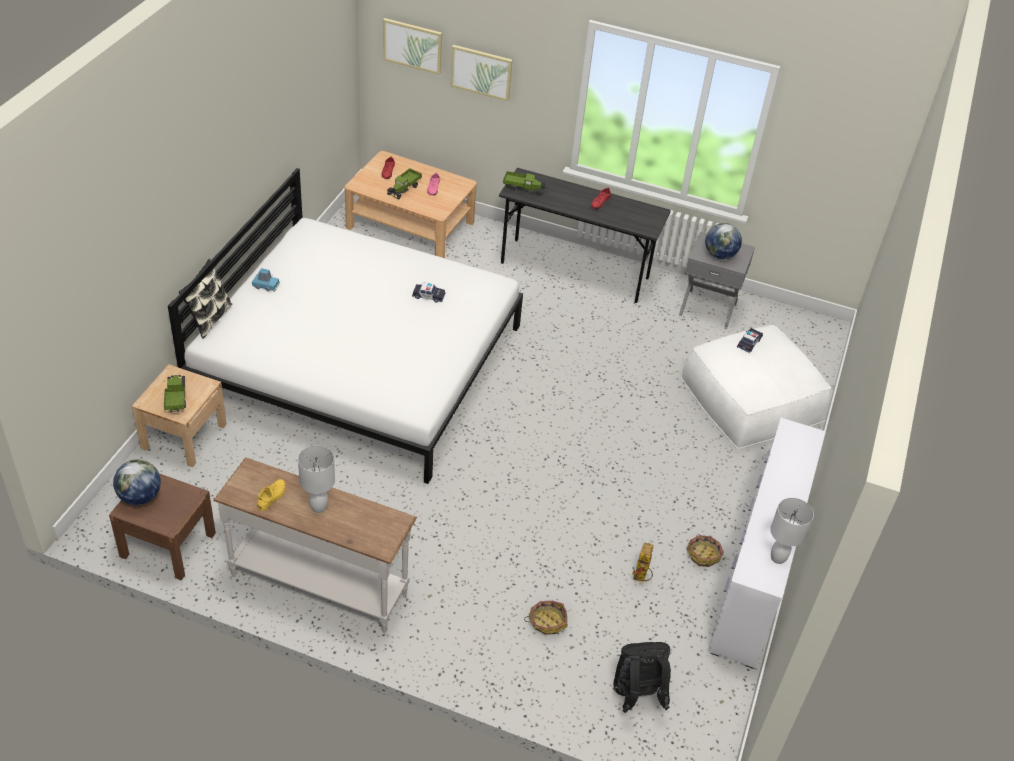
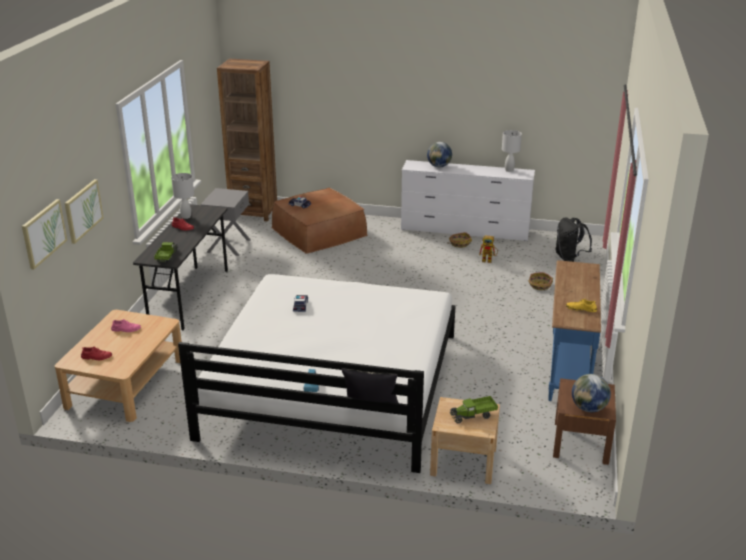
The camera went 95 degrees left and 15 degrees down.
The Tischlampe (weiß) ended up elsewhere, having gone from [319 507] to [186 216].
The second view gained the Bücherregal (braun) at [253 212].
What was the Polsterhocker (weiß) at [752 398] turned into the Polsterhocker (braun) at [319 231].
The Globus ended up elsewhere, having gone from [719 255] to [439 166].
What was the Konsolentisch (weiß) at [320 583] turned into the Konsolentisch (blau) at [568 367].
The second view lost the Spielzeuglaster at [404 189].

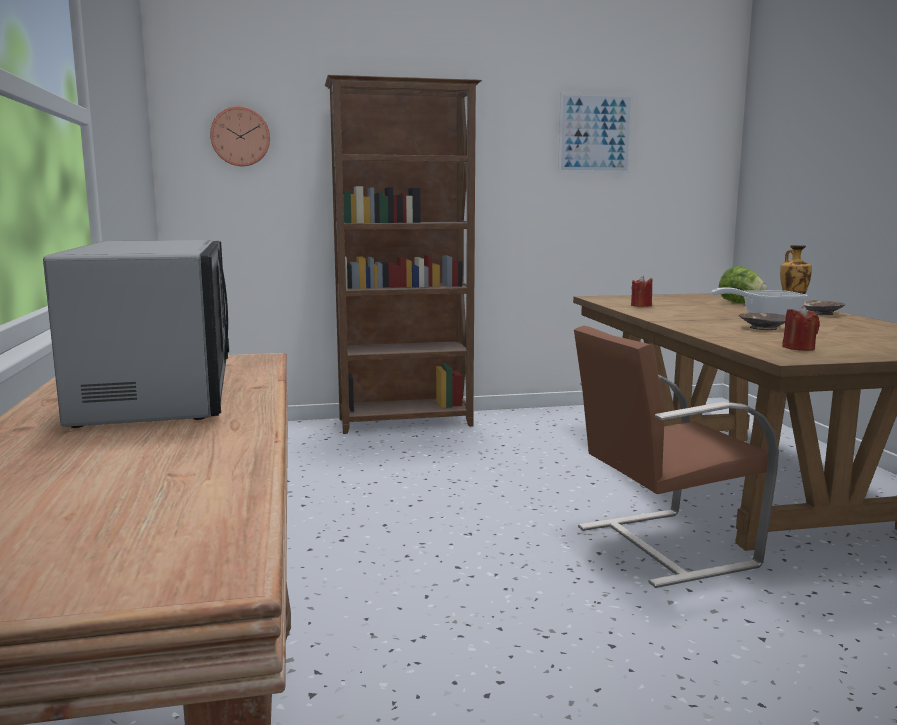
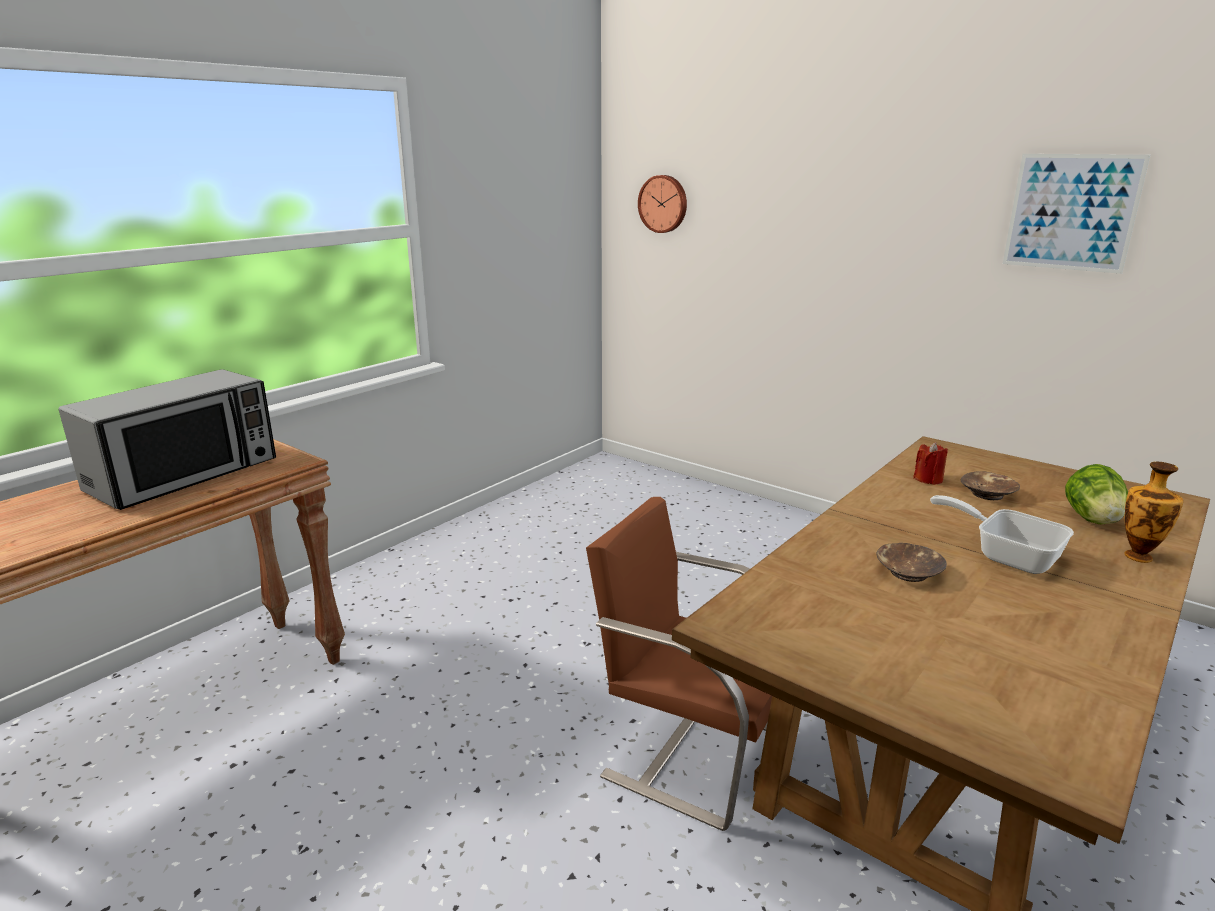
The camera went 50 degrees right and 10 degrees up.
The Schüssel (braun) ended up elsewhere, having gone from [821 313] to [988 494].
The second view lost the Bücherregal (braun) at [406 423].
The second view lost the Kerze (rot) at [799 348].

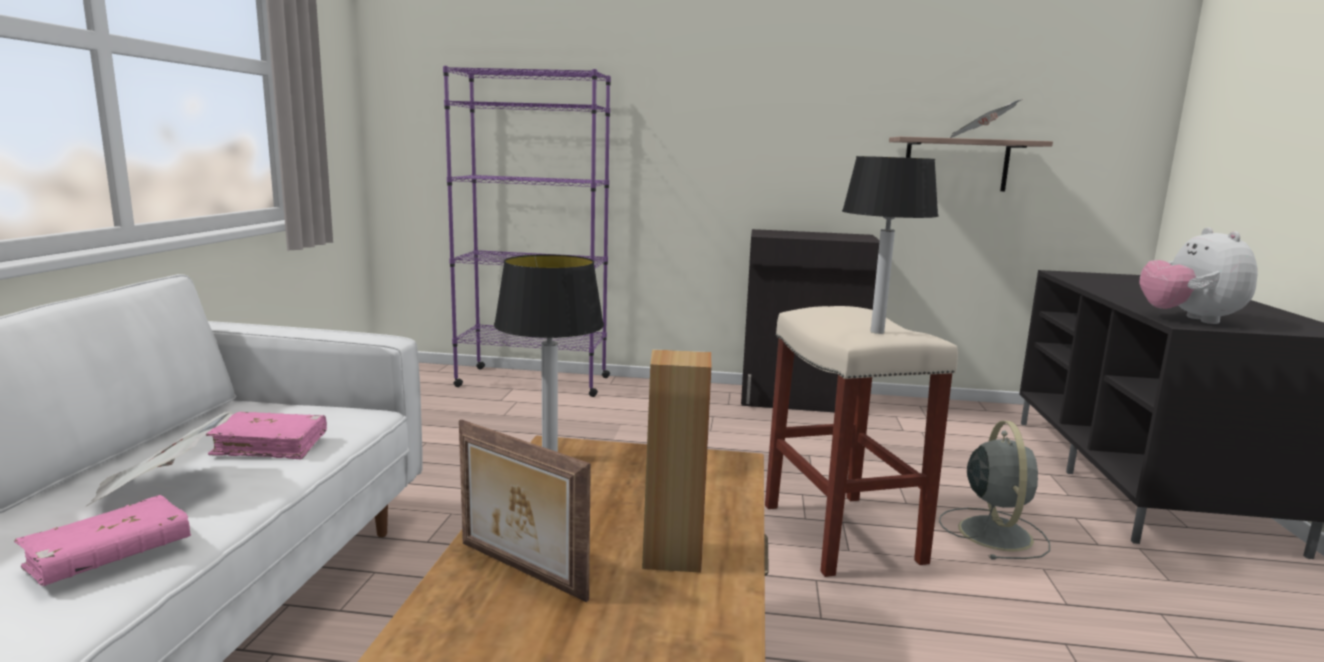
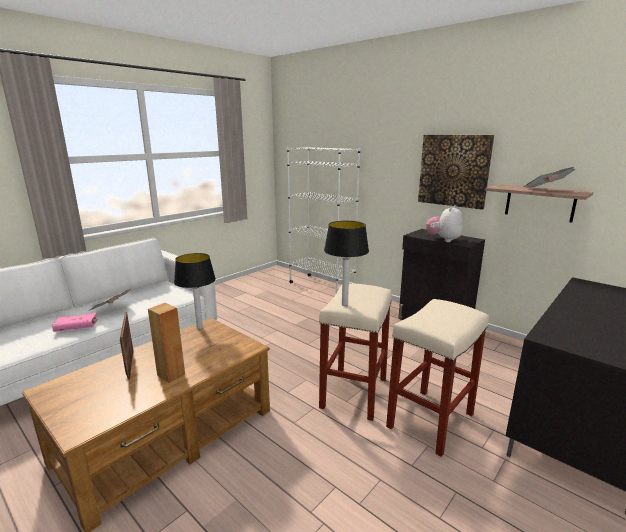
The camera went 35 degrees right and 5 degrees up.
What was the Bücherregal (lila) at [532 381] turned into the Bücherregal (weiß) at [321 286].
Where the Ventilator (grau) stood at [994 532], the Hocker (beige) came to stand at [430 419].
The second view gained the Bild at [453 170].
The Plüschtier ended up elsewhere, having gone from [1189 319] to [443 240].
The second view lost the Buch (rosa) at [271 446].

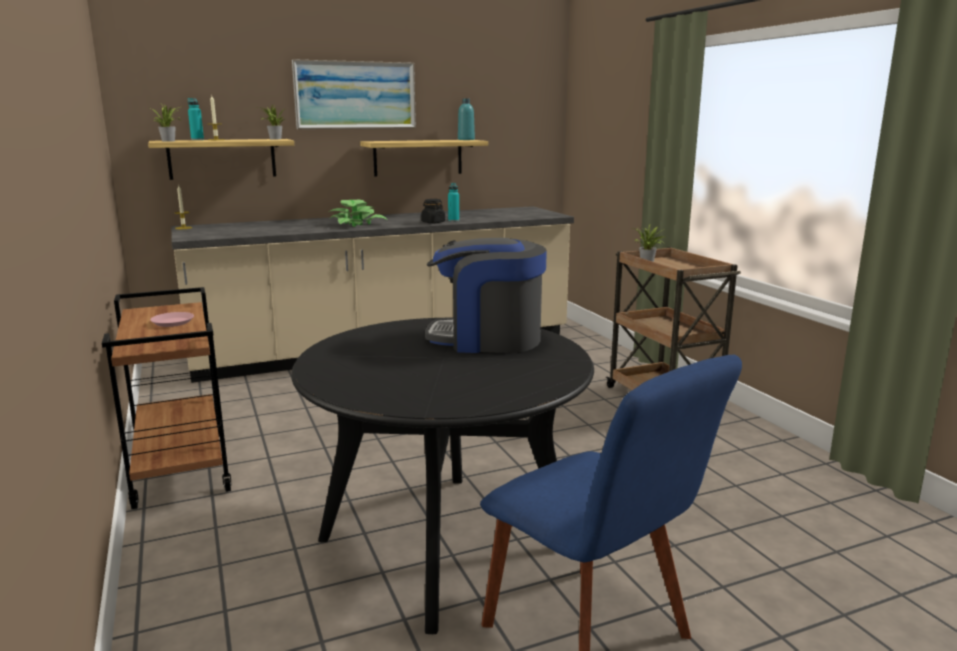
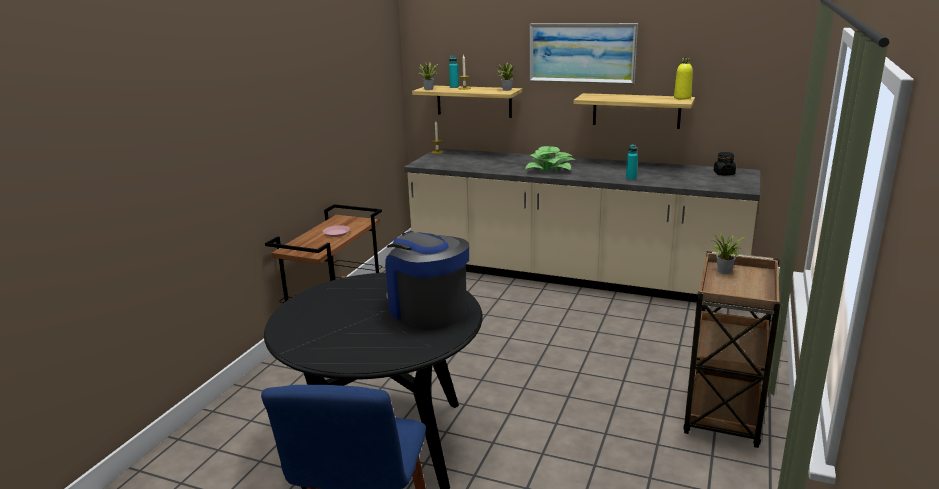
The camera went 45 degrees right and 5 degrees up.
What was the Flasche (türkis) at [466 139] turned into the Flasche (gelb) at [682 98].
The Vorratsglas (schwarz) ended up elsewhere, having gone from [433 222] to [724 173].

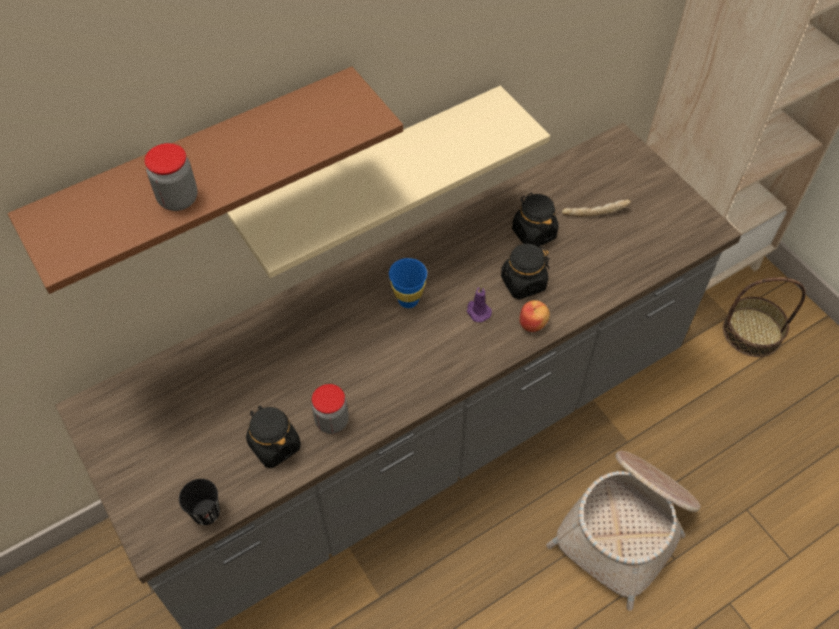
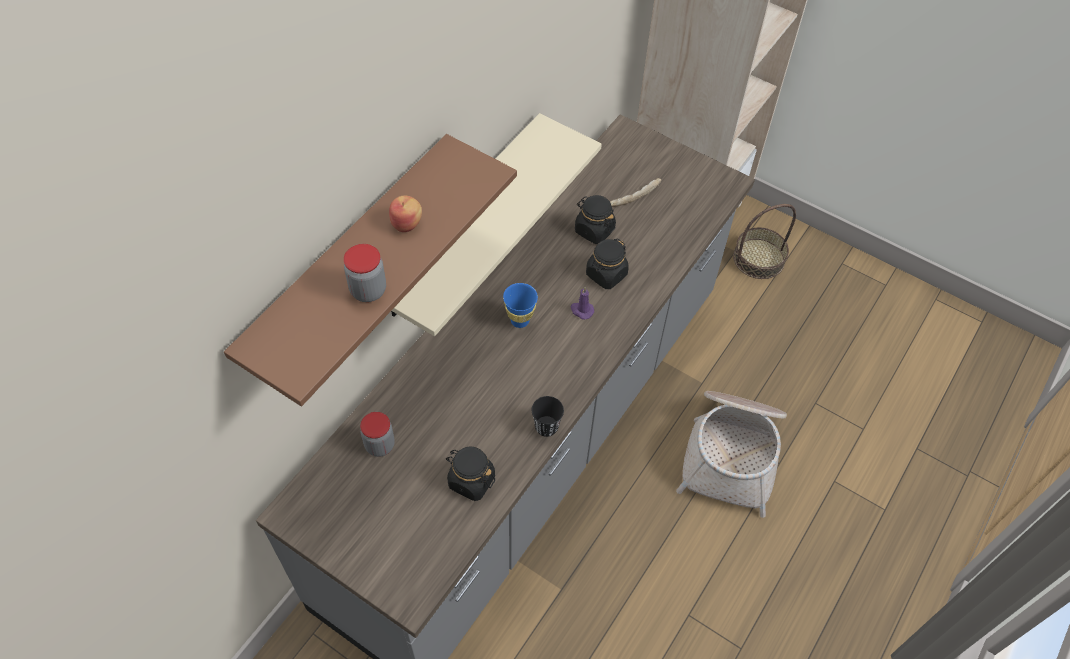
The camera went 25 degrees left and 0 degrees up.
The Vorratsglas ended up elsewhere, having gone from [332 421] to [380 445].
The Apfel ended up elsewhere, having gone from [533 323] to [407 223].
The Tasse (schwarz) ended up elsewhere, having gone from [206 513] to [546 427].

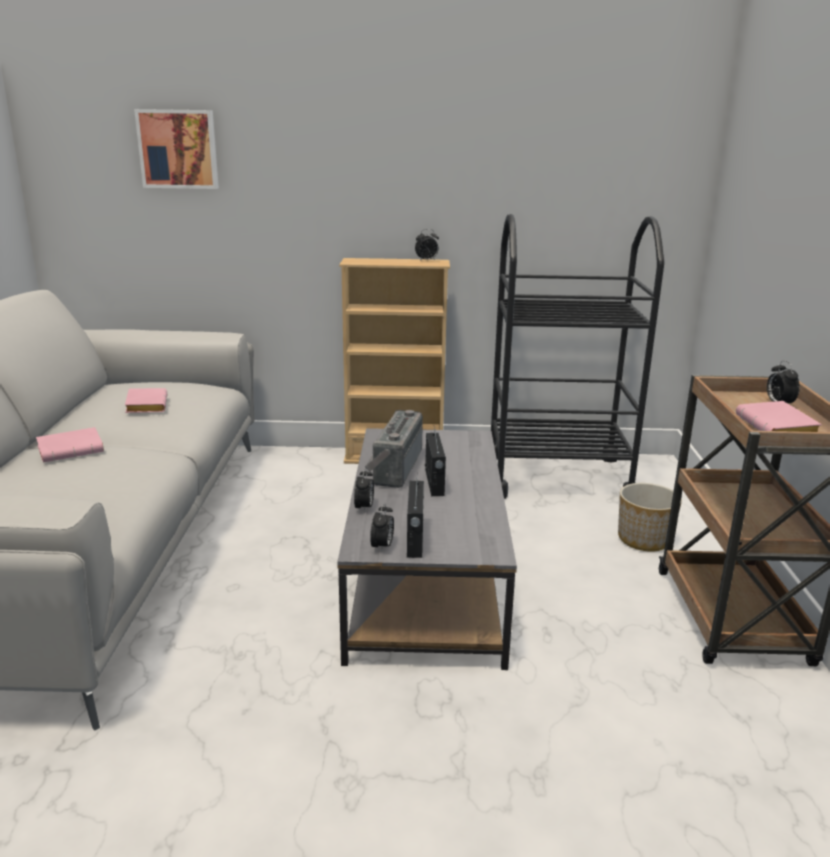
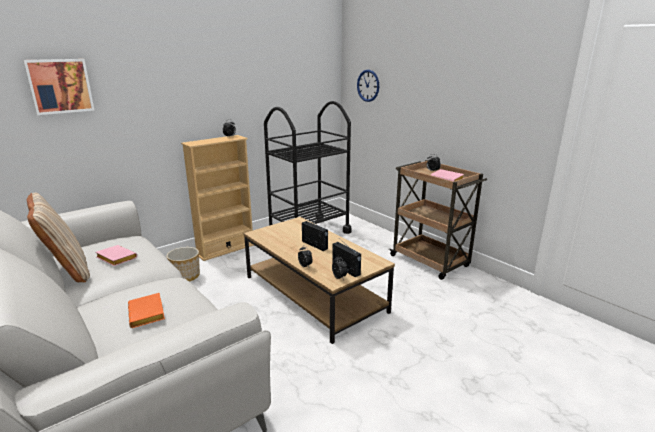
The camera went 40 degrees left and 0 degrees up.
The second view gained the Kissen (beige) at [67 270].
The second view gained the Buch (orange) at [148 314].
The Pflanzkübel ended up elsewhere, having gone from [644 539] to [186 276].
What was the Couchtisch (grau) at [424 576] turned into the Couchtisch (braun) at [313 294].
The second view gained the Wanduhr at [368 85].
The second view lost the Buch (rosa) at [72 450].
The second view lost the Radio at [393 467].

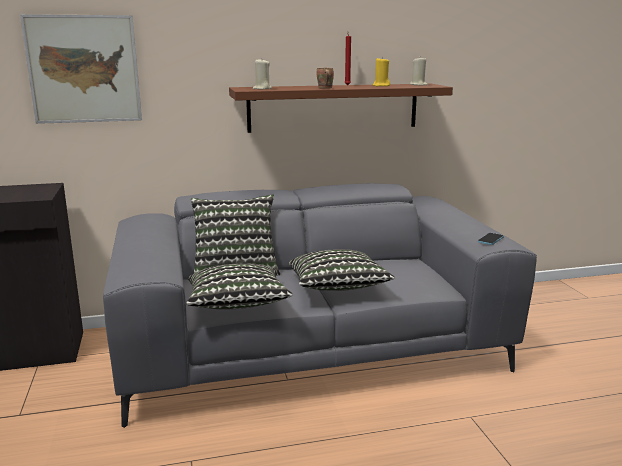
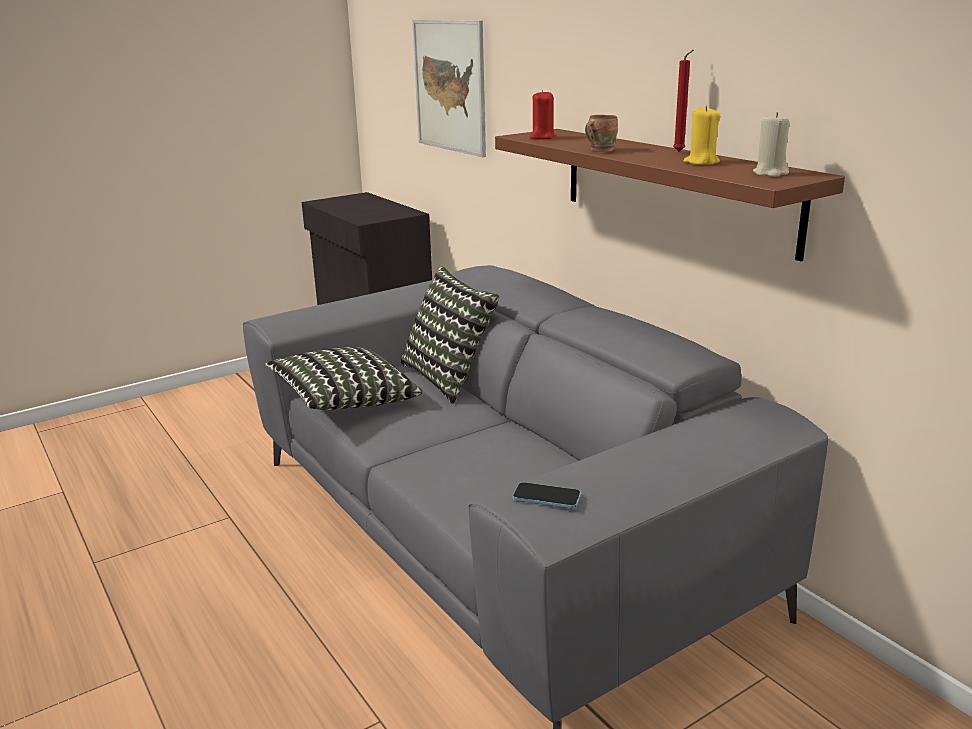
The camera went 70 degrees right and 5 degrees up.
What was the Kerze (beige) at [262 89] turned into the Kerze (rot) at [542 137].
The second view lost the Kissen at [337 288].

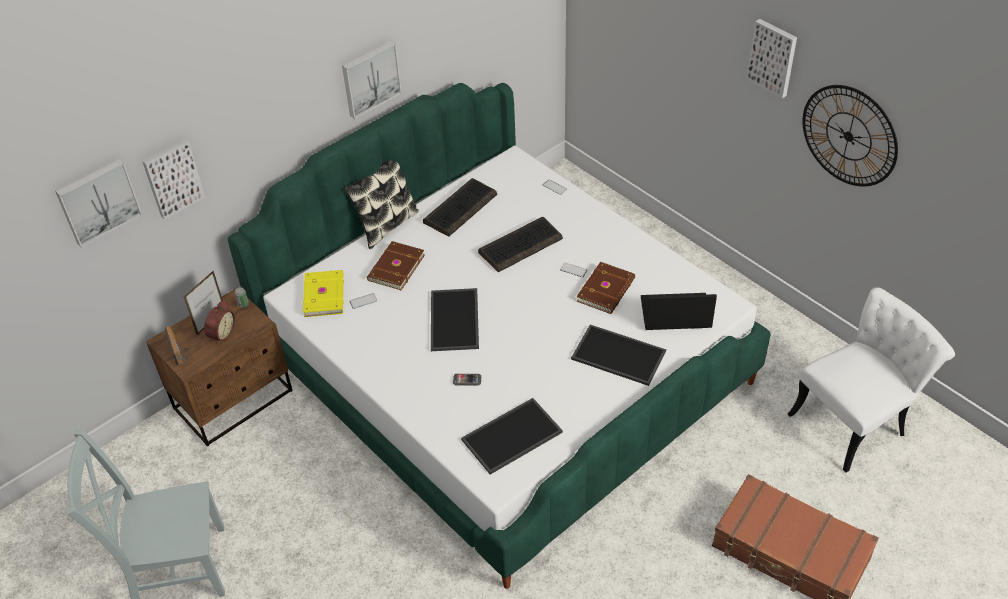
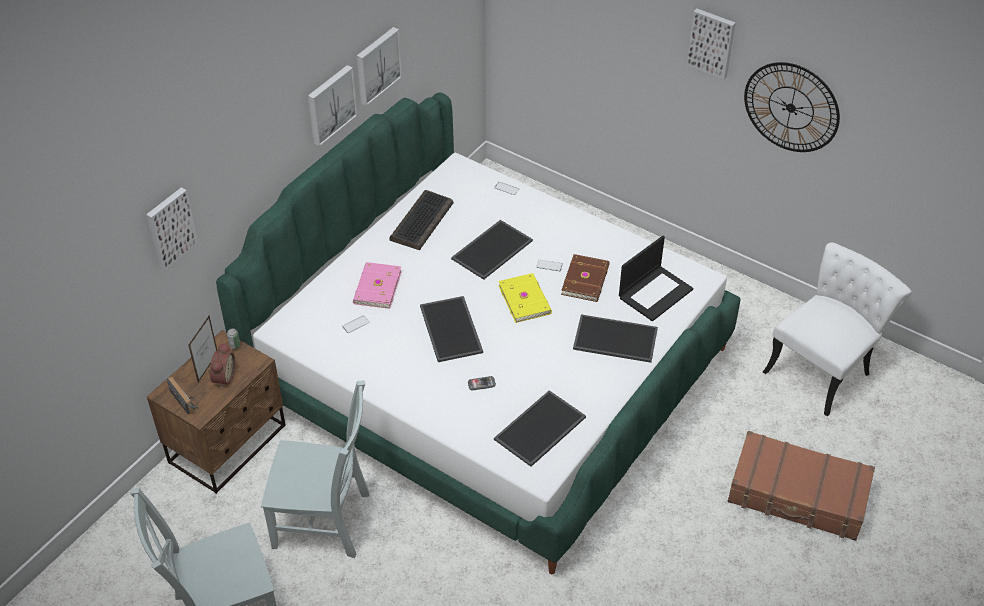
The camera went 15 degrees left and 0 degrees up.
The second view gained the Stuhl (grau) at [326 521].
What was the Buch (braun) at [395 267] turned into the Buch (rosa) at [376 287].
The Bild ended up elsewhere, having gone from [98 201] to [377 65].
Where the Tastatur stood at [520 245], the Tablett came to stand at [491 249].
The Buch (gelb) ended up elsewhere, having gone from [325 295] to [525 299].
The Laptop at [675 313] ended up facing another way, 150 degrees clockwise from before.
The second view lost the Kissen at [386 225].

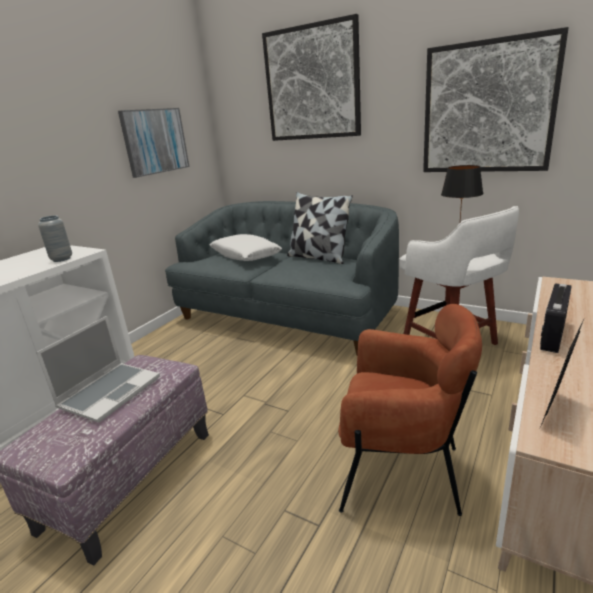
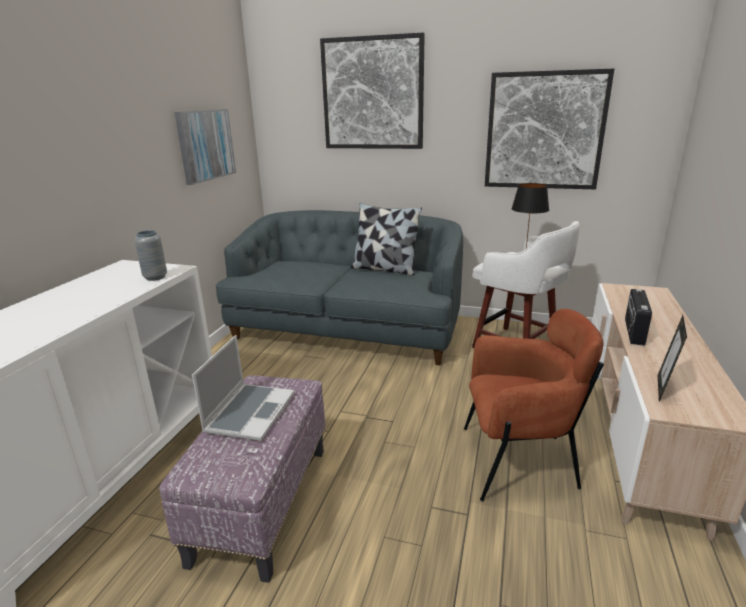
The camera went 15 degrees left and 0 degrees up.
The second view lost the Kissen (weiß) at [245 255].

